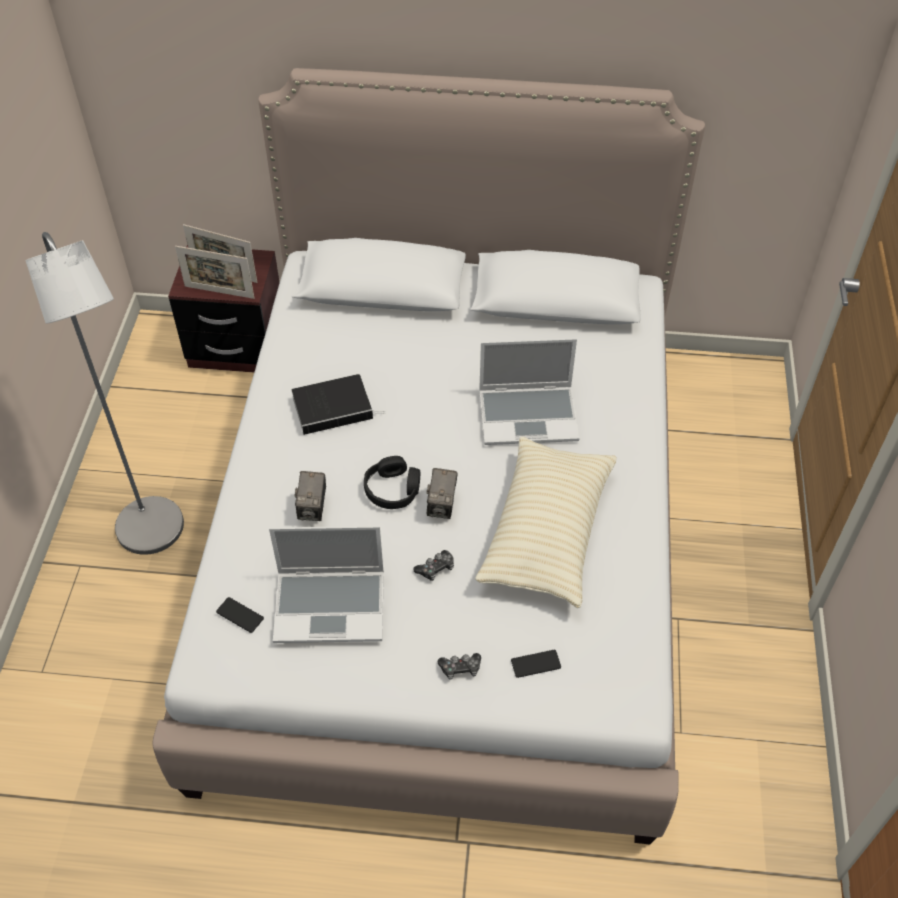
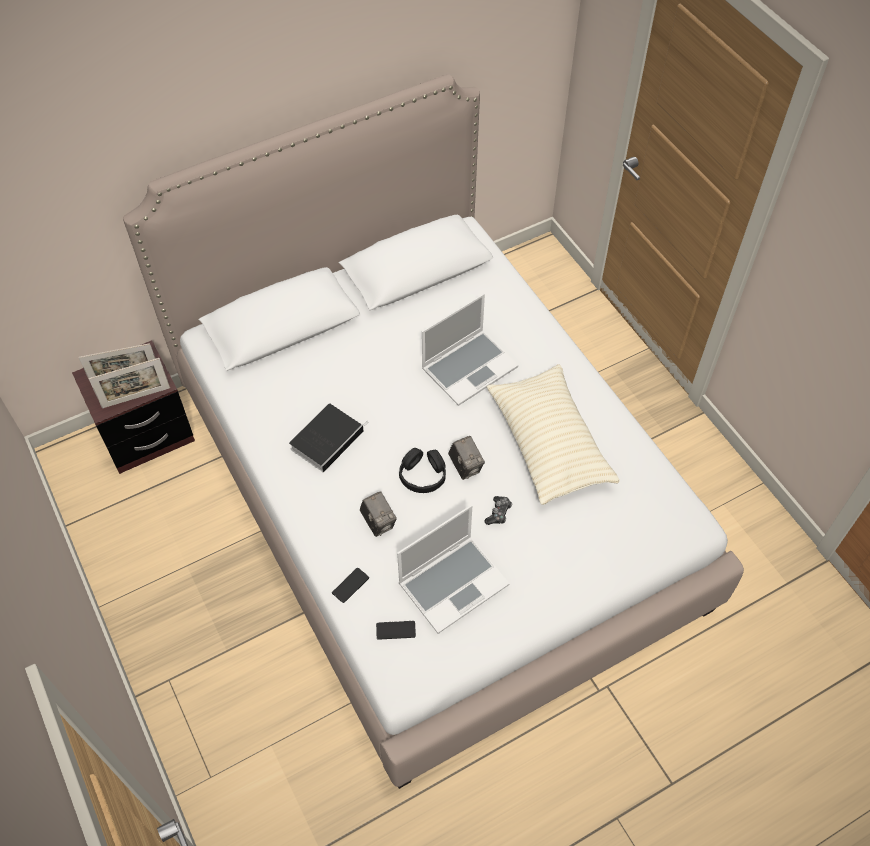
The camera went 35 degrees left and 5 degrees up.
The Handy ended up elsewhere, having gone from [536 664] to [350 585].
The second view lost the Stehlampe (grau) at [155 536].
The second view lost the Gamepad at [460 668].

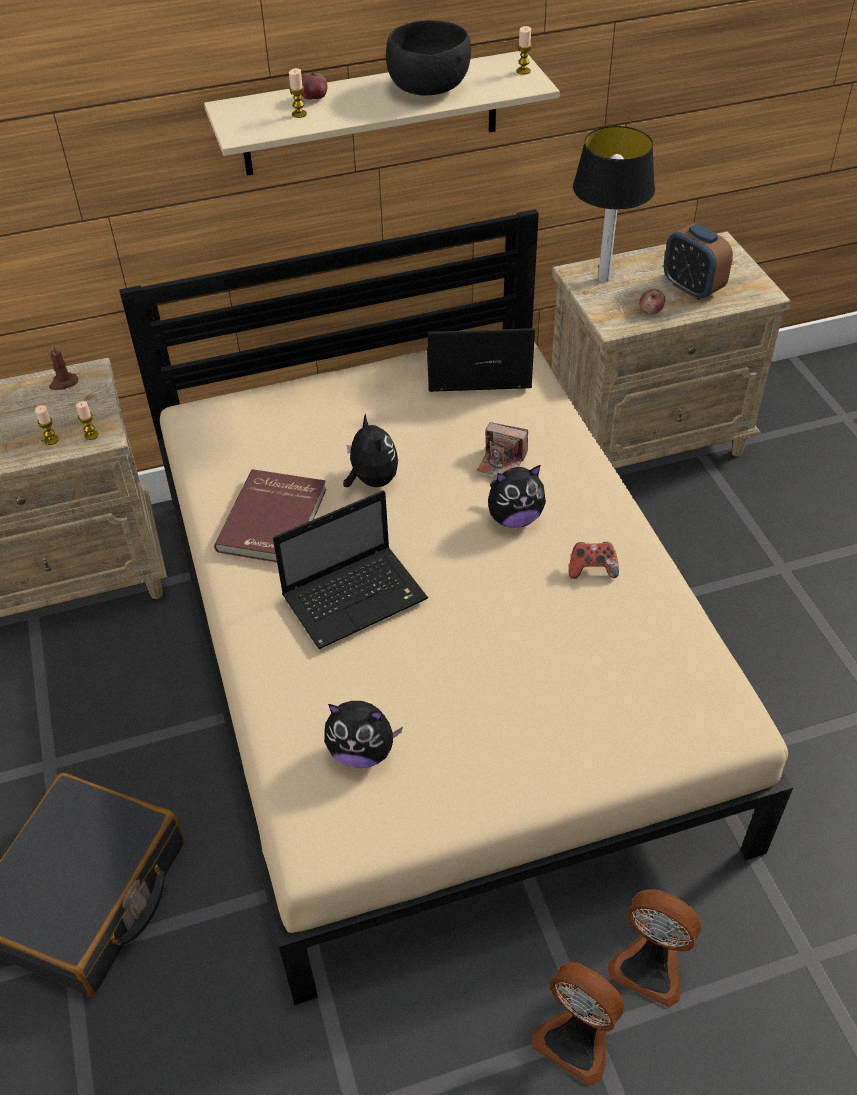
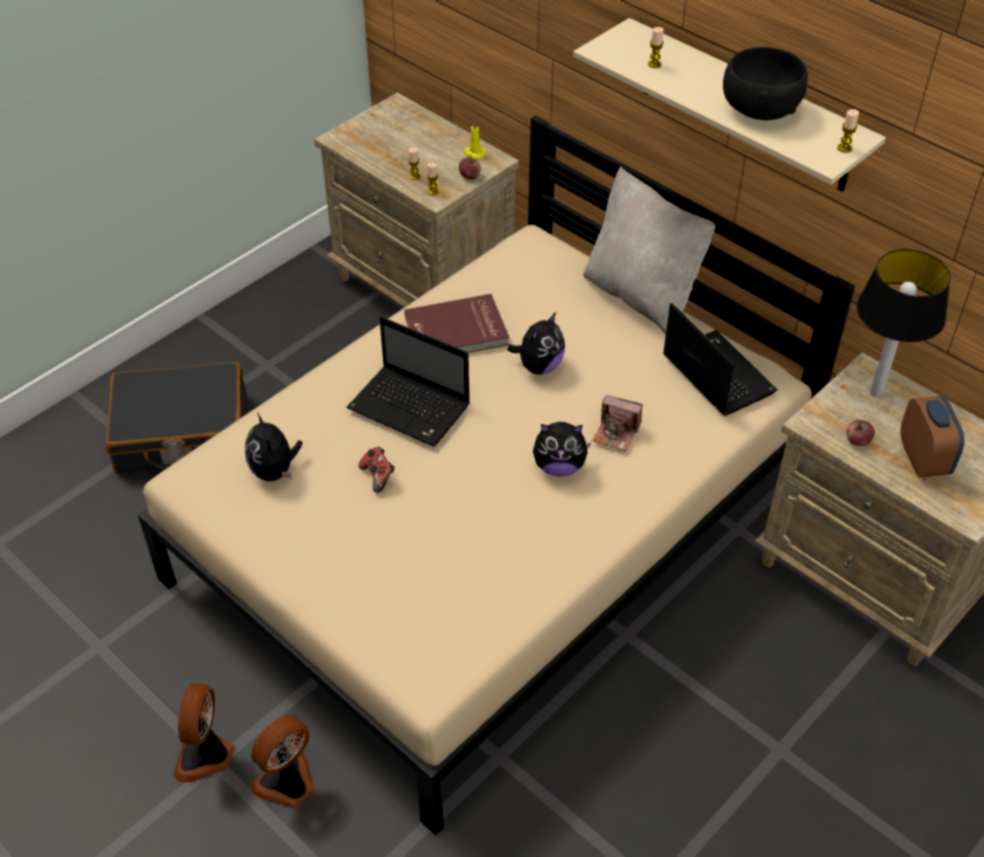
The camera went 60 degrees right and 0 degrees up.
The Ventilator at [650 966] ended up facing another way, 45 degrees clockwise from before.
The Gamepad ended up elsewhere, having gone from [592 569] to [378 476].
The Apfel ended up elsewhere, having gone from [313 98] to [470 176].
What was the Kerze (braun) at [63 383] turned into the Kerze (gelb) at [474 153].
The Plüschtier at [514 518] ended up facing another way, 45 degrees counterclockwise from before.
The second view gained the Kissen (beige) at [642 296].
The Kamera at [502 462] ended up facing another way, 60 degrees counterclockwise from before.
The Wecker at [692 288] ended up facing another way, 150 degrees clockwise from before.

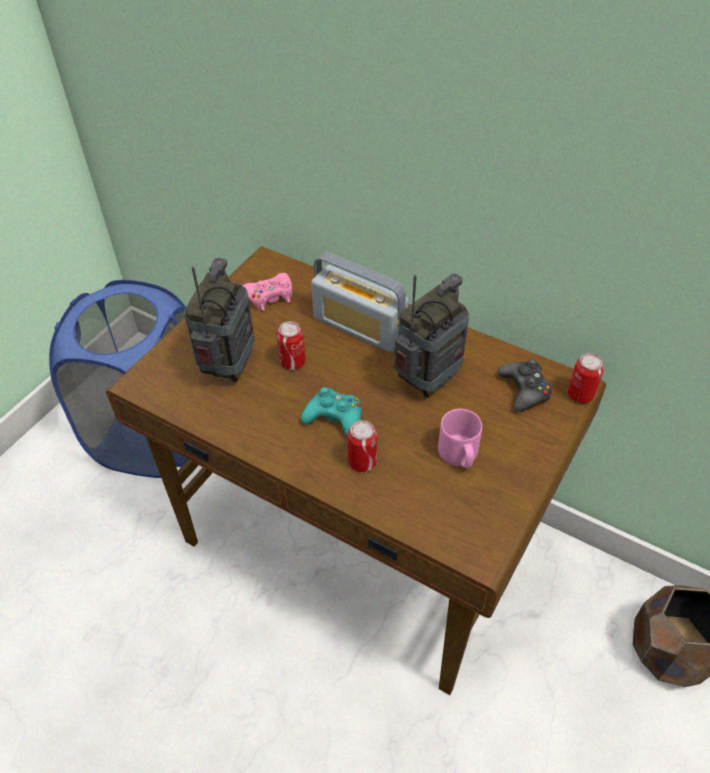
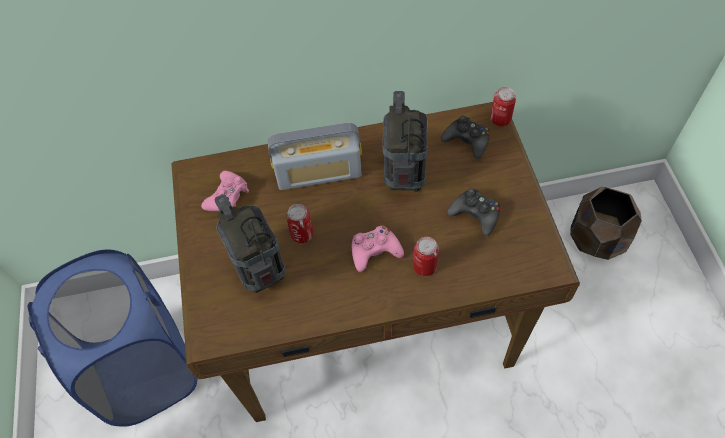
The camera went 40 degrees left and 10 degrees up.
What was the Gamepad (türkis) at [334 418] turned into the Gamepad (rosa) at [375 251].
Where the Henkelbecher (rosa) stood at [459 455], the Gamepad (schwarz) came to stand at [475 214].

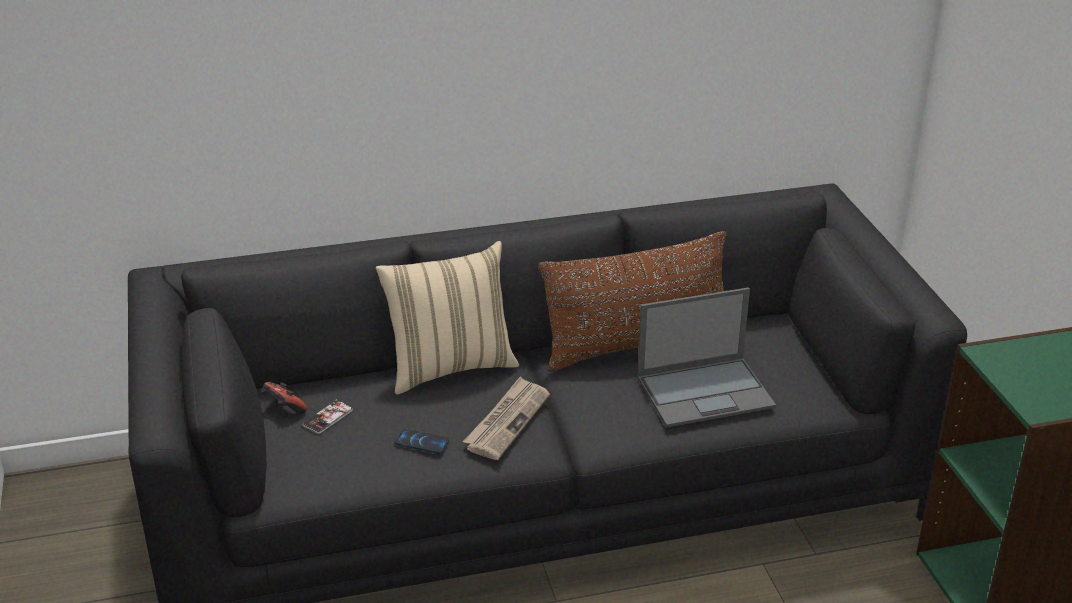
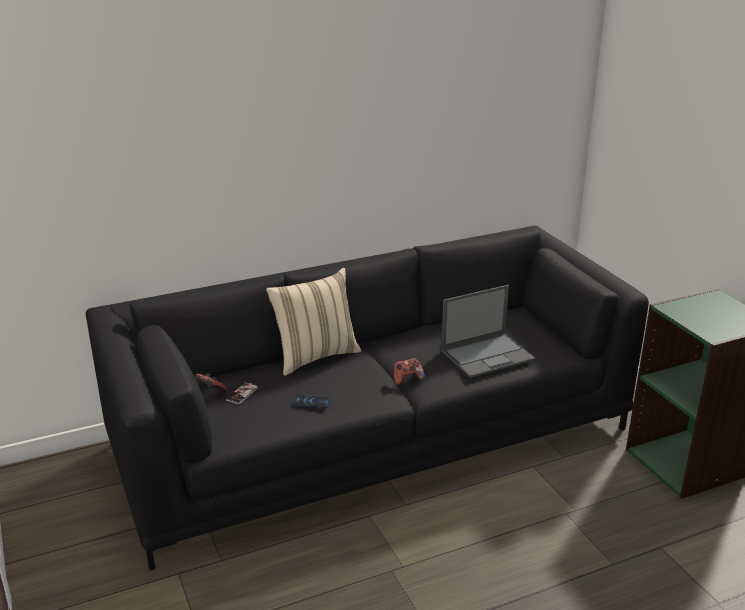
The camera went 10 degrees left and 5 degrees down.
The second view gained the Gamepad at [407 379].
The second view lost the Zeitung at [507 421].
The second view lost the Kissen (braun) at [637 345].

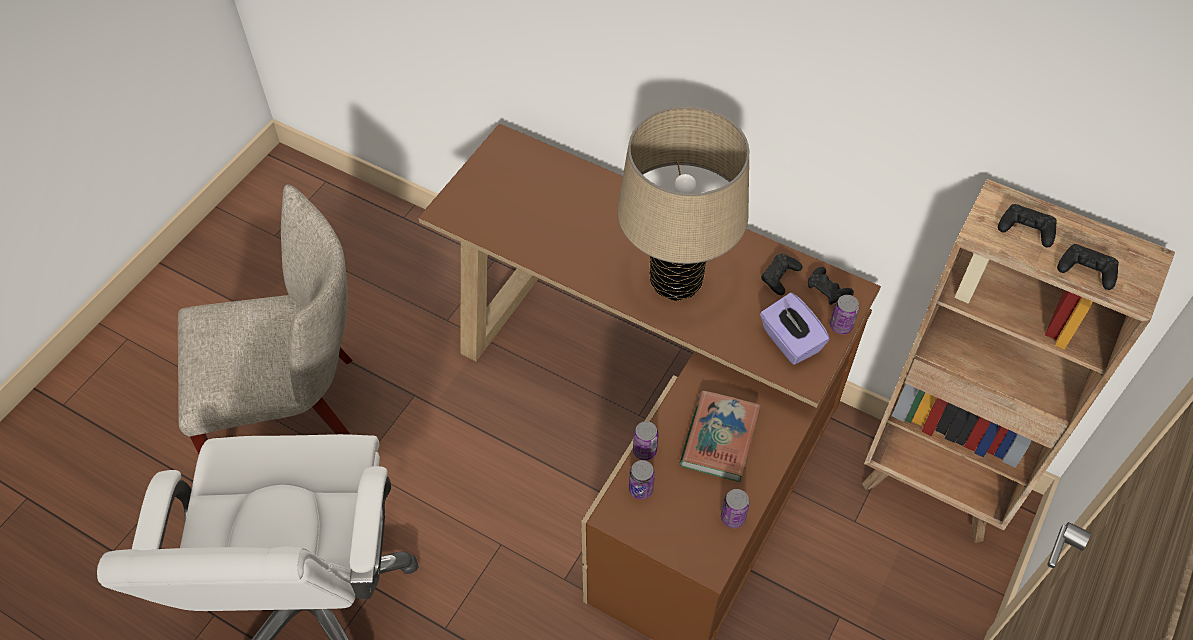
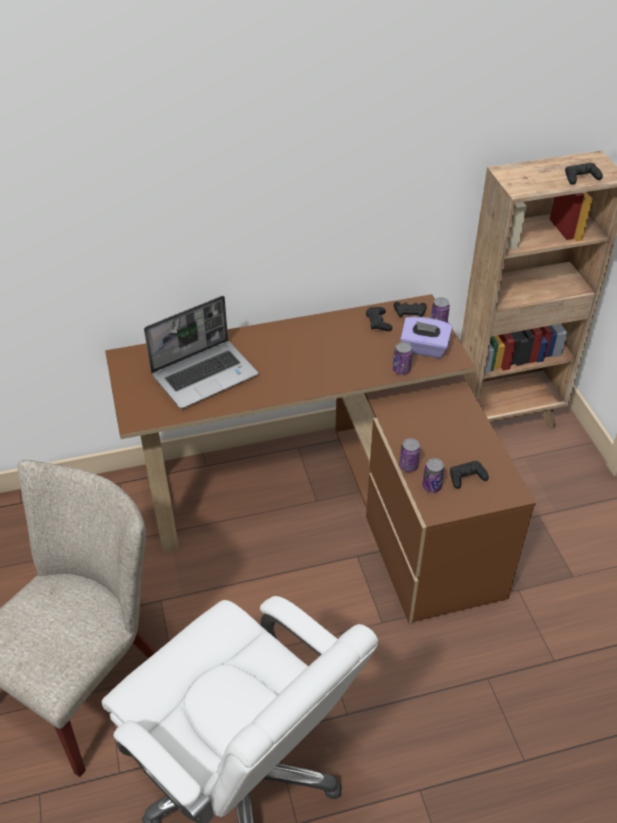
The camera went 45 degrees left and 10 degrees down.
The second view gained the Laptop at [205 374].
The Dose ended up elsewhere, having gone from [733 517] to [401 370].
The Gamepad (schwarz) ended up elsewhere, having gone from [1026 229] to [467 477].
The second view lost the Tischlampe (beige) at [675 281].
The second view lost the Buch at [719 439].

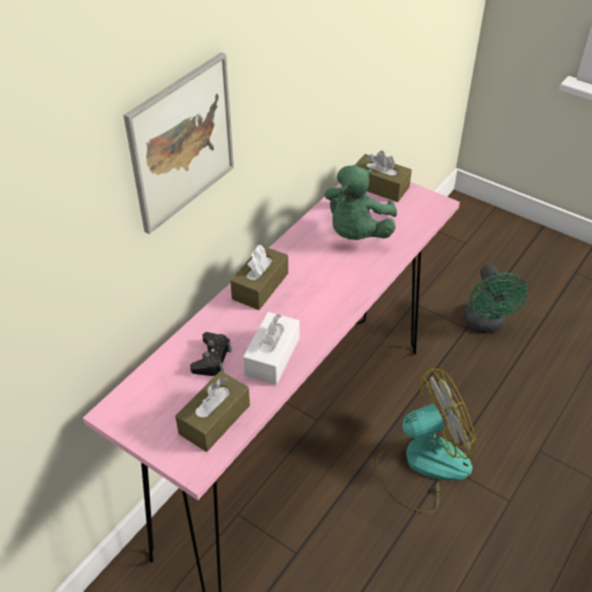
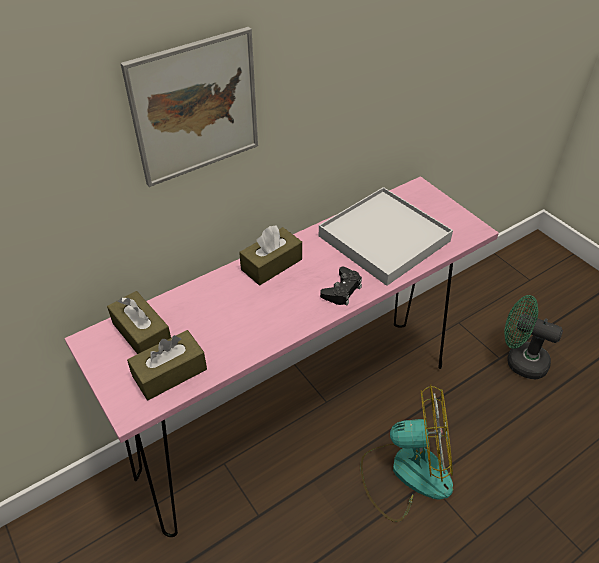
The camera went 20 degrees right and 0 degrees up.
The Taschentuchbox (braun) ended up elsewhere, having gone from [380 186] to [142 333].
Where the Plüschtier (grün) stood at [357 233], the Tablett (weiß) came to stand at [383 238].
The Gamepad (schwarz) ended up elsewhere, having gone from [212 358] to [342 290].
The Ventilator (grün) at [485 325] ended up facing another way, 105 degrees clockwise from before.
The second view lost the Taschentuchbox (weiß) at [272 356].

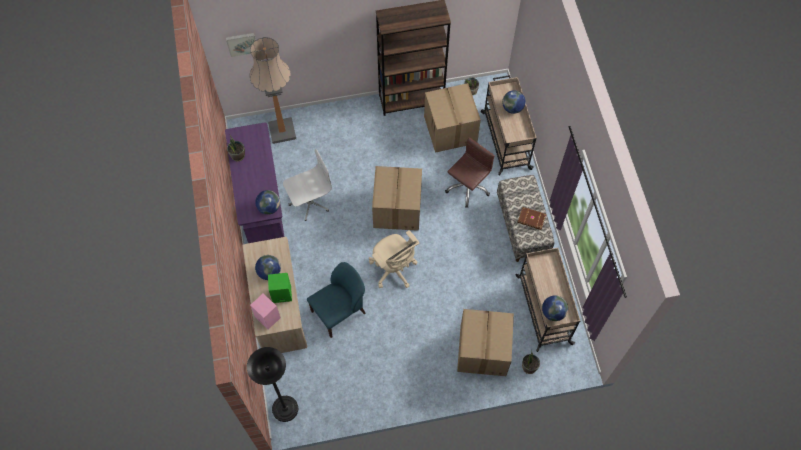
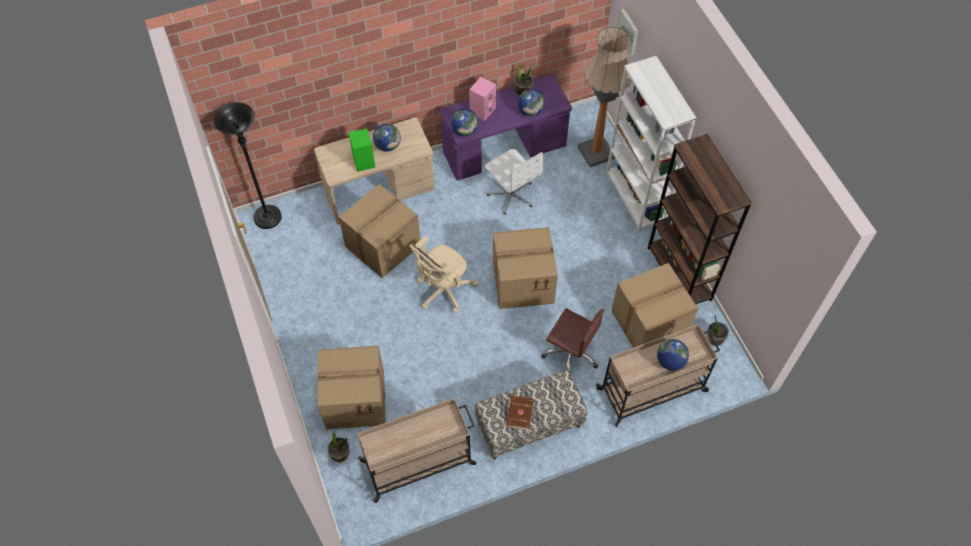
The camera went 80 degrees right and 5 degrees down.
Where the Stuhl (blau) stood at [339 311], the Karton came to stand at [383 247].
The Lautsprecher (rosa) ended up elsewhere, having gone from [267 317] to [482 110].
The Globus ended up elsewhere, having gone from [553 312] to [530 111].
The second view gained the Bücherregal (weiß) at [635 198].

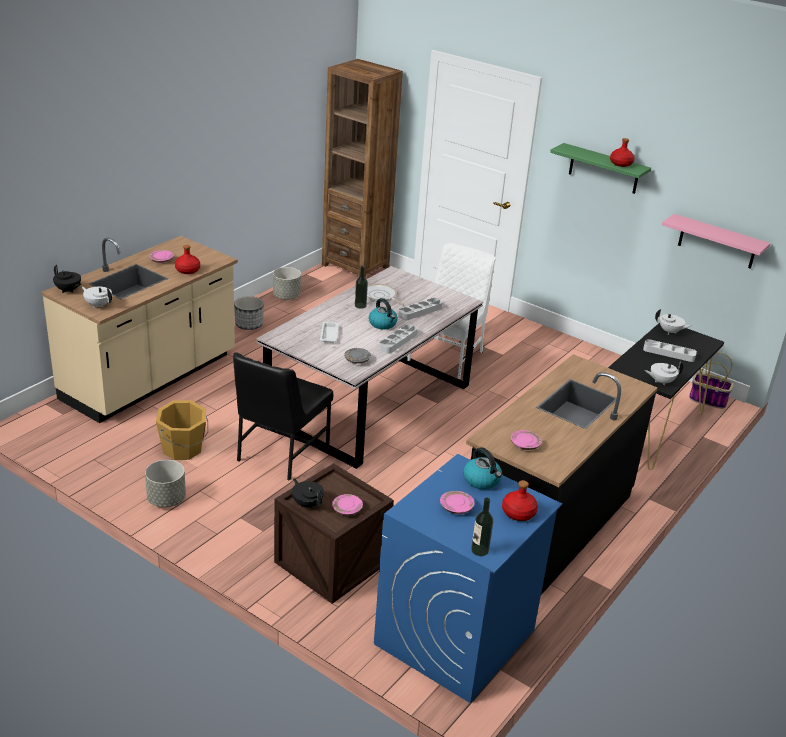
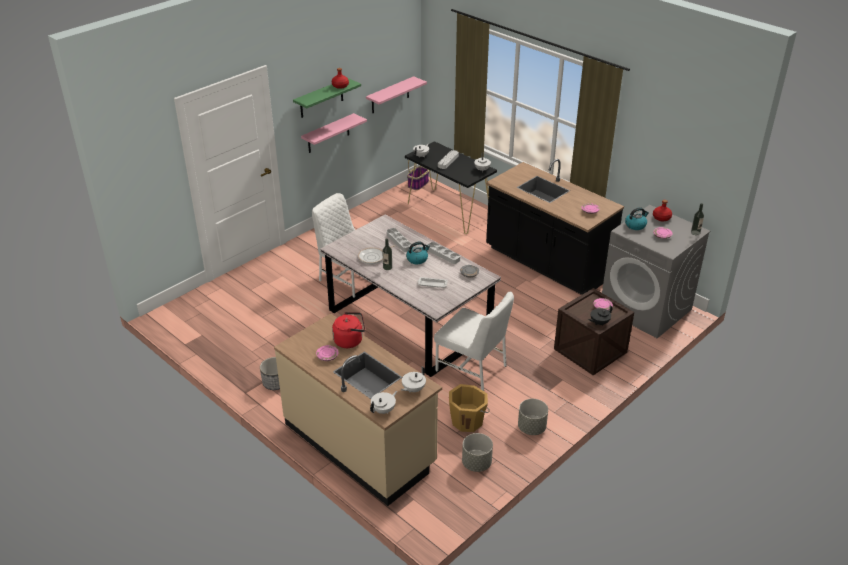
The camera went 80 degrees left and 5 degrees up.
The second view gained the Wandregal (rosa) at [328 134].
Where the Flasche (rot) stood at [187 270], the Wasserkessel (rot) came to stand at [350 340].
What was the Teekanne (schwarz) at [68 290] turned into the Teekanne (weiß) at [384 410].
What was the Stuhl (schwarz) at [281 452] turned into the Stuhl (weiß) at [472 369].
The Pflanzkübel (grau) ended up elsewhere, having gone from [286 296] to [476 463].
What was the Waschmaschine (blau) at [455 638] turned into the Waschmaschine (grau) at [646 309].
The second view lost the Bücherregal (braun) at [355 266].

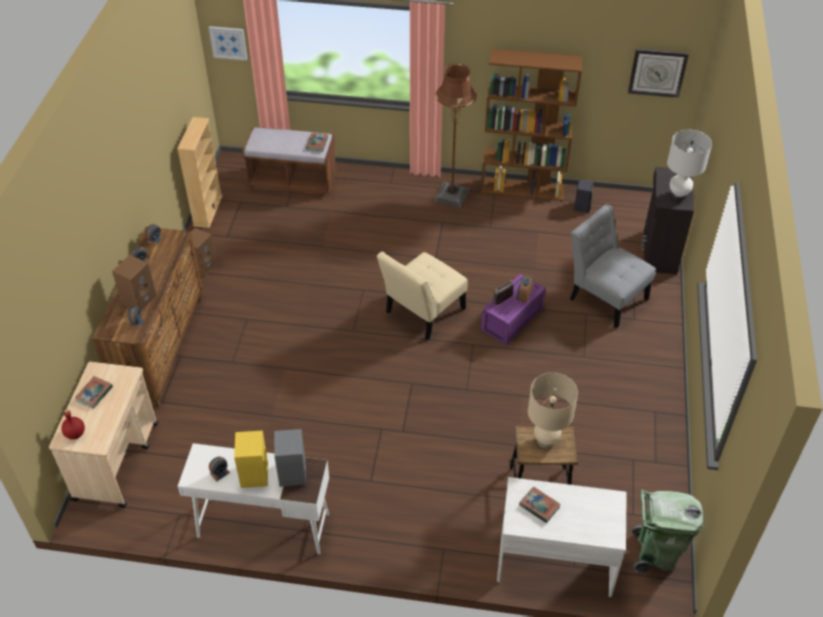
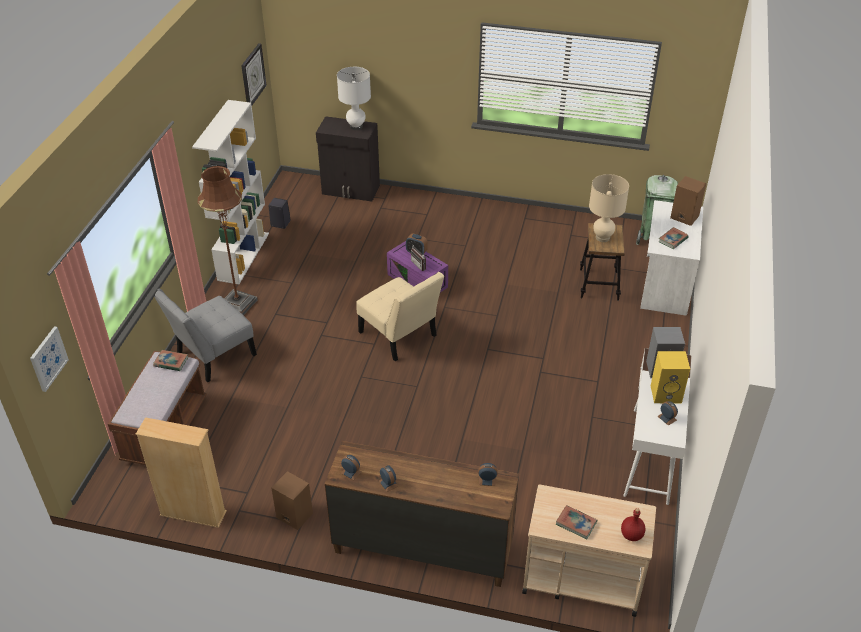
The camera went 85 degrees left and 5 degrees down.
The Stuhl (grau) ended up elsewhere, having gone from [605 296] to [212 356].
What was the Bücherregal (braun) at [523 189] turned into the Bücherregal (weiß) at [243 256].
The Lautsprecher (braun) ended up elsewhere, having gone from [139 299] to [683 217].

